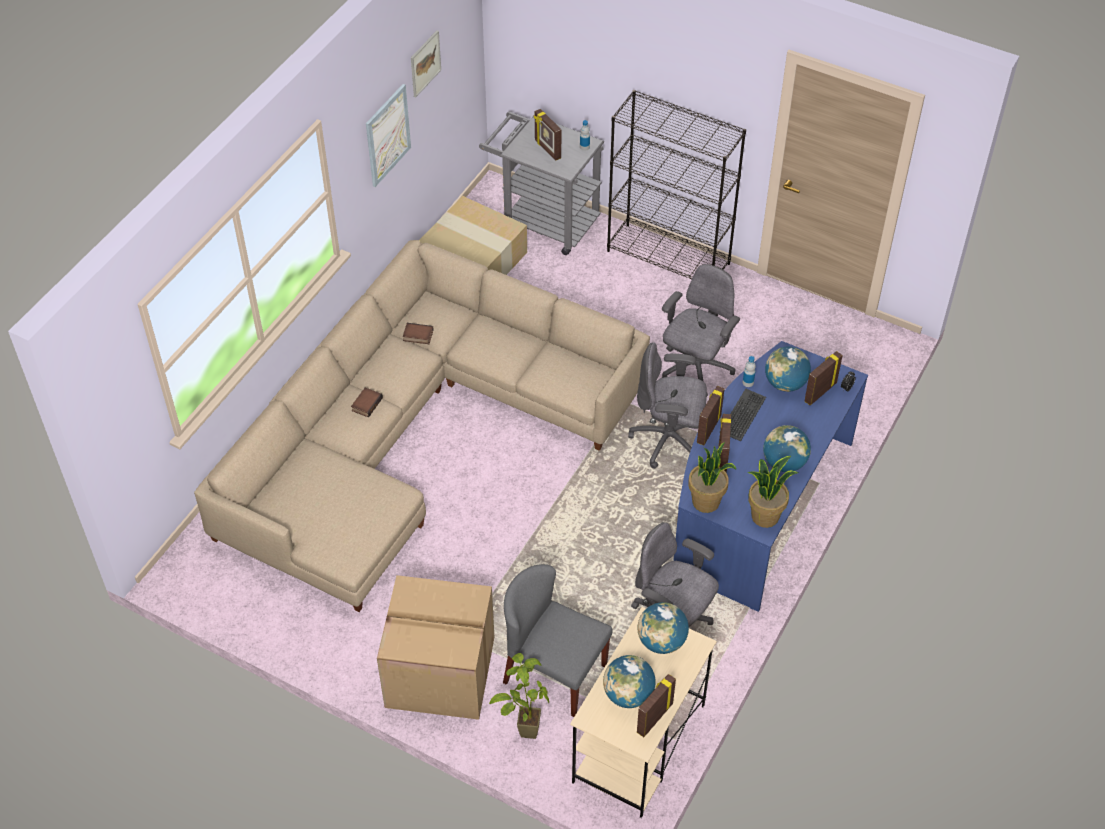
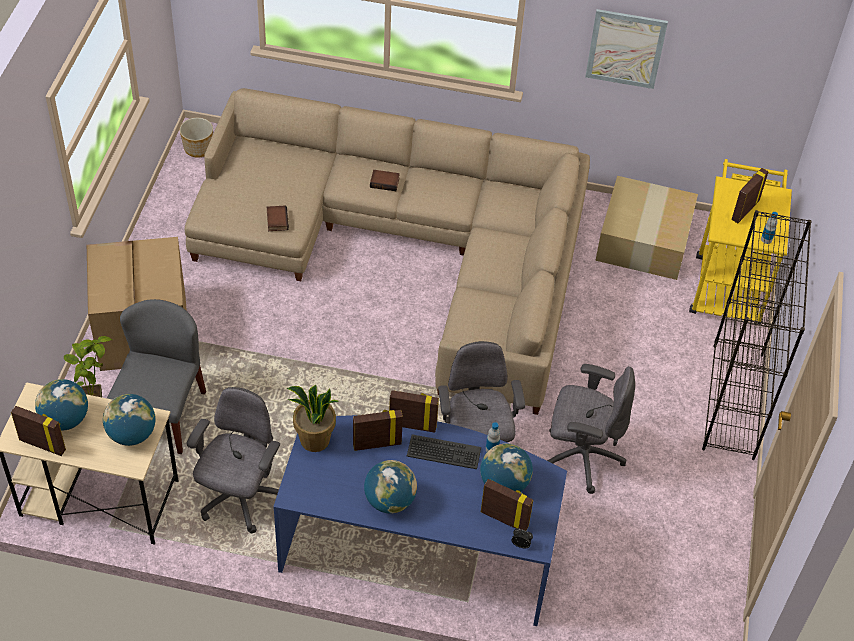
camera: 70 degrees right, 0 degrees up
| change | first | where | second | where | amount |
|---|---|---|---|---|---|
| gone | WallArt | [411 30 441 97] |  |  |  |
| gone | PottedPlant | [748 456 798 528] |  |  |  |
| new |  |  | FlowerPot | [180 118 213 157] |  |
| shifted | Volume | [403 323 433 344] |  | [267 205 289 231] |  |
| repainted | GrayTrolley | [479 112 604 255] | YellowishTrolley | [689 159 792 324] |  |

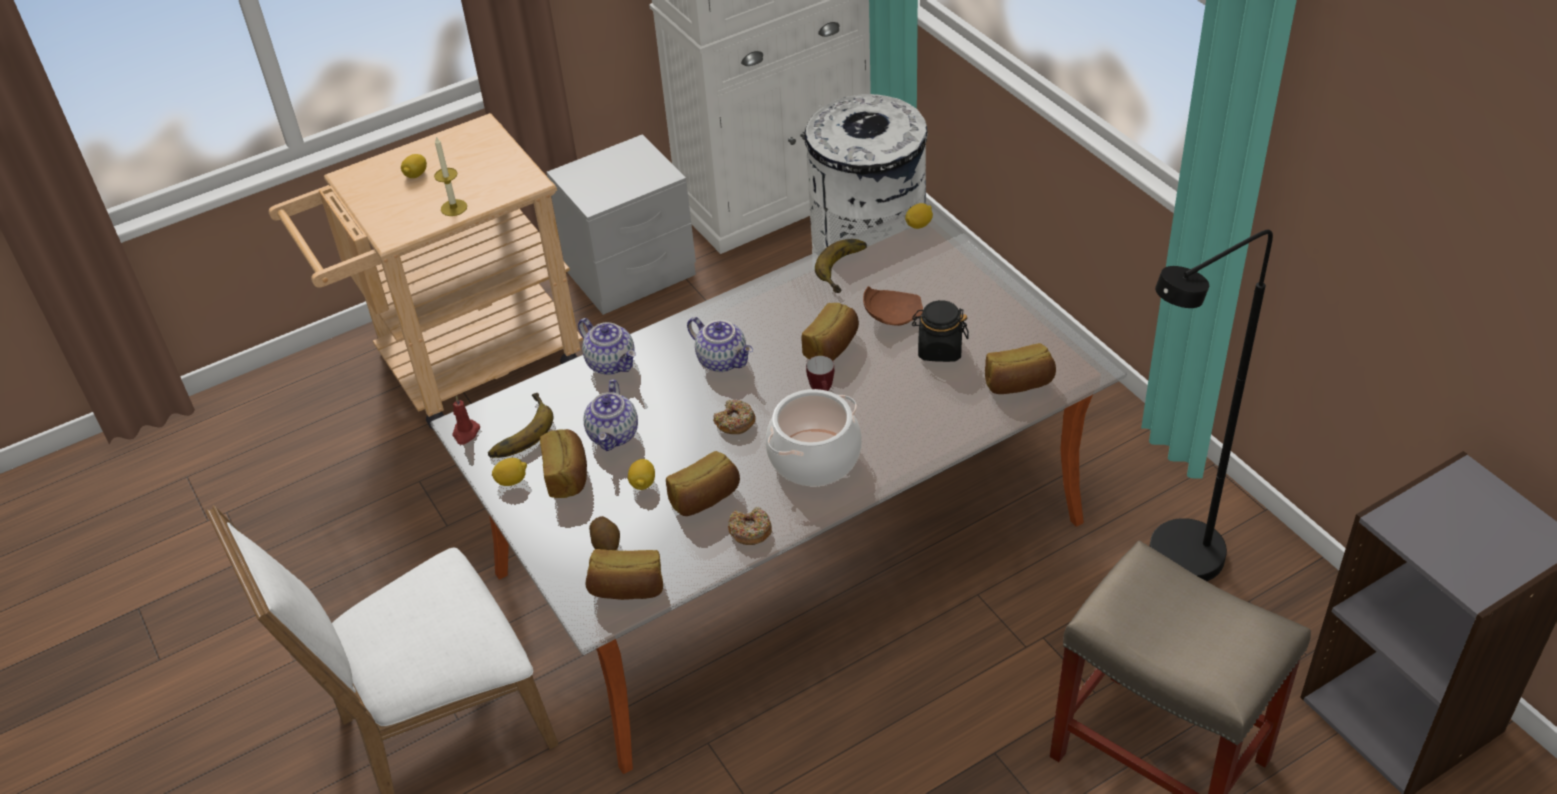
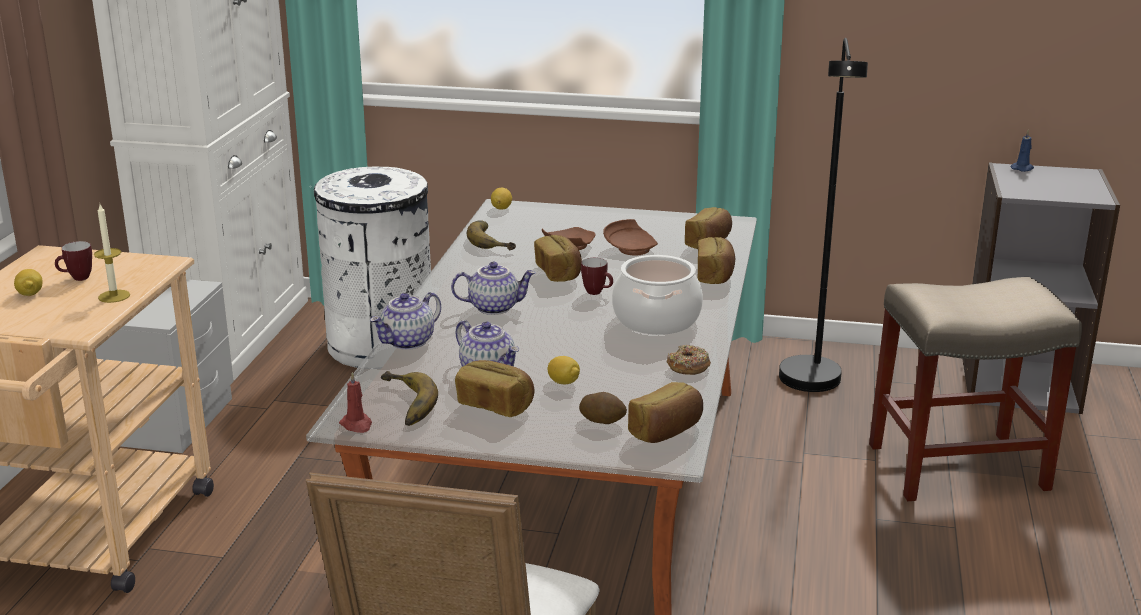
camera: 50 degrees left, 20 degrees down
| change | first | where | second | where | amount |
|---|---|---|---|---|---|
| gone | CitrusFruit | [492 458 527 486] |  |  |  |
| gone | Donut | [713 400 756 434] |  |  |  |
| new |  |  | TeaMug | [55 241 92 281] |  |
| new |  |  | BlueWaxLight | [1011 130 1034 172] |  |
| shifted | Bread | [666 451 740 516] |  | [698 237 735 284] |  |
| swapped | BlackColouredStorageJar | [912 300 969 362] | BrownFlatDish | [603 219 658 255] |  |
| rotated | Teapot | [578 318 636 375] |  | [370 292 441 350] | 135 degrees clockwise |

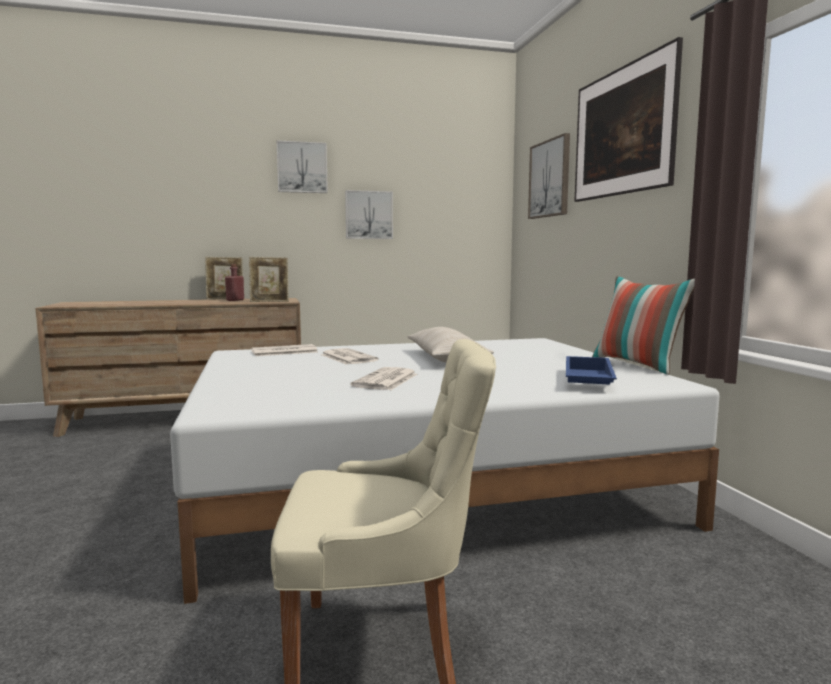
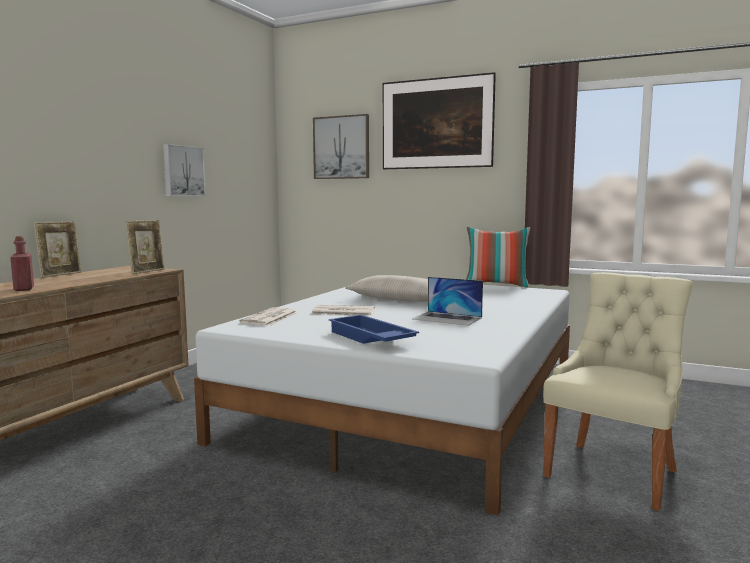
camera: 50 degrees left, 0 degrees up
| change | first | where | second | where | amount |
|---|---|---|---|---|---|
| gone | WallArt | [277 140 328 193] |  |  |  |
| shifted | ReddishDrinkBottle | [225 264 244 301] |  | [10 236 34 291] |  |
| shifted | BlueServingTray | [566 356 617 385] |  | [329 315 419 344] |  |
| swapped | PrintedPaper | [350 367 417 390] | Laptop | [412 277 483 326] |  |

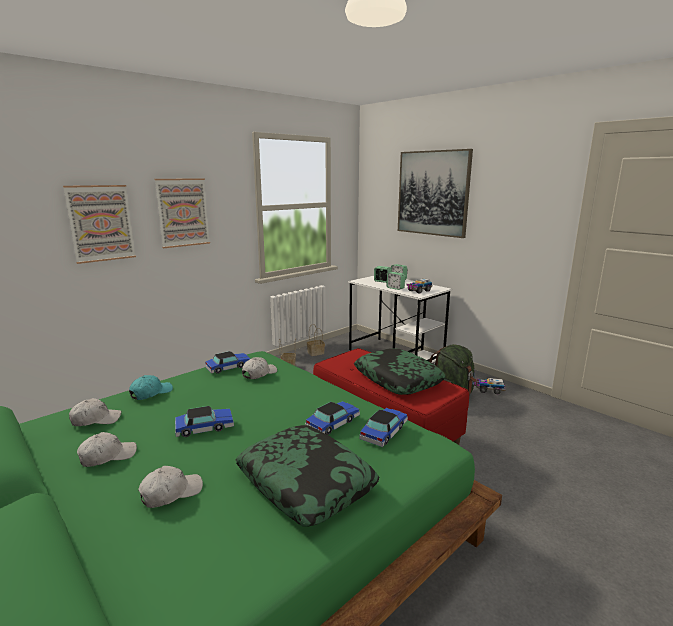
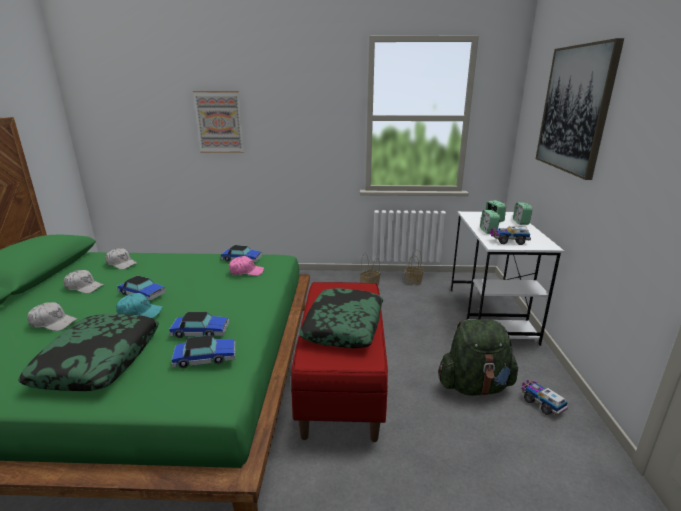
camera: 45 degrees right, 5 degrees up
| change | first | where | second | where | amount |
|---|---|---|---|---|---|
| gone | WallArt | [154 178 210 248] |  |  |  |
| shifted | TurquoiseBaseballCap | [129 375 173 400] |  | [116 293 163 318] |  |
| repainted | WhitishBaseballCap | [242 357 277 379] | PinkishBaseballCap | [229 256 264 276] |  |

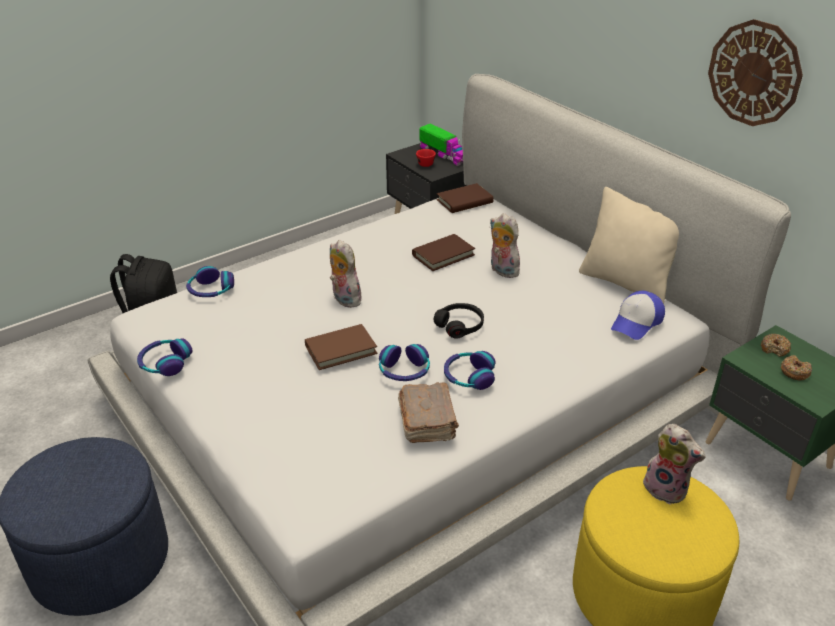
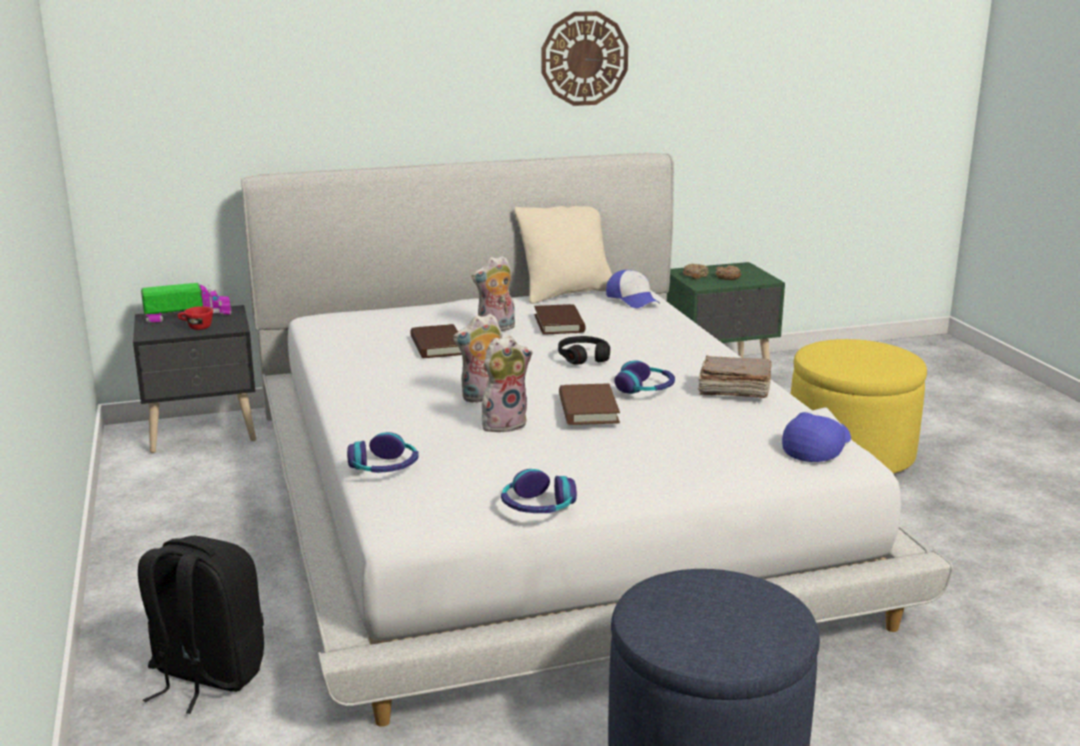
camera: 70 degrees left, 15 degrees down
| change | first | where | second | where | amount |
|---|---|---|---|---|---|
| gone | Headset | [444 351 496 390] |  |  |  |
| new |  |  | BaseballCap | [782 407 851 462] |  |
| shifted | BrownVolume | [437 183 494 213] |  | [534 304 586 335] |  |
| shifted | PlushToy | [641 424 706 505] |  | [482 336 533 432] |  |

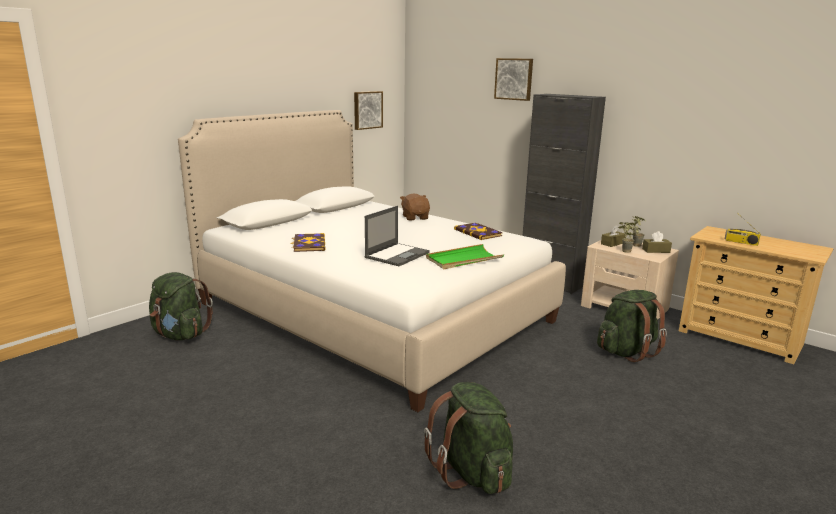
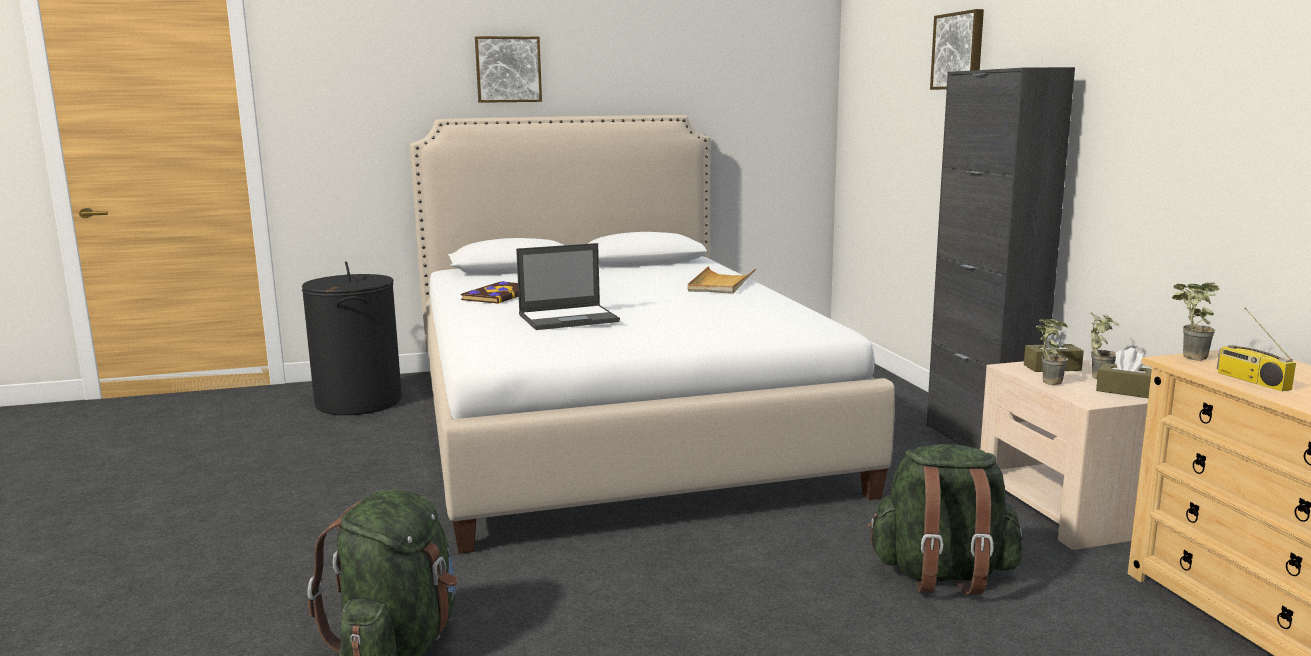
camera: 35 degrees right, 5 degrees down
| change | first | where | second | where | amount |
|---|---|---|---|---|---|
| gone | GreenColouredServingTray | [426 244 504 269] |  |  |  |
| gone | Volume | [454 223 502 240] |  |  |  |
| new |  |  | PottedPlant | [1172 282 1219 360] |  |
| shifted | WallArt | [354 91 383 130] |  | [475 36 542 103] |  |
| swapped | GreenColouredRucksack | [149 272 213 340] | BlackColouredHamper | [302 261 402 415] |  |
| swapped | BrownPlushToy | [400 193 430 220] | BeigeServingTray | [688 266 757 294] |  |

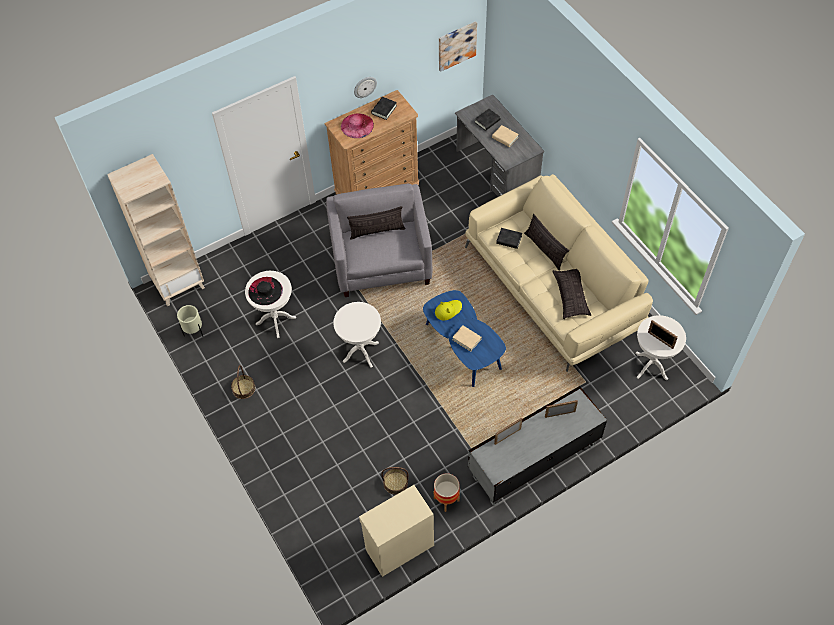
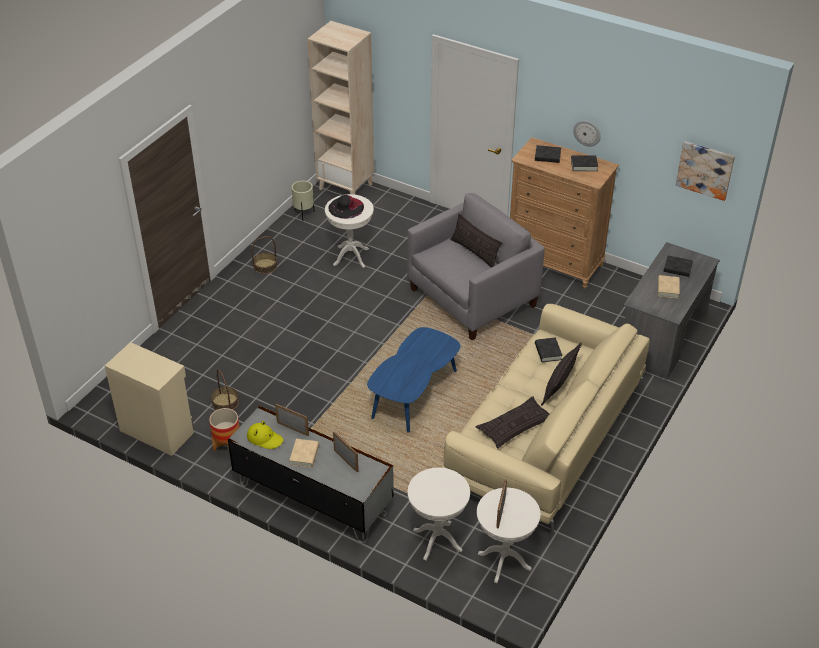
camera: 60 degrees right, 15 degrees down
| change | first | where | second | where | amount |
|---|---|---|---|---|---|
| shifted | WhitishSideTable | [333 302 381 368] |  | [408 468 470 561] |  |
| shifted | YellowishClothingHat | [435 300 462 321] |  | [247 421 283 449] |  |
| shifted | BeigeVolume | [452 326 482 352] |  | [289 439 319 468] |  |
| swapped | PinkishClothingHat | [341 114 374 138] | BlackColouredVolume | [535 145 561 163] |  |

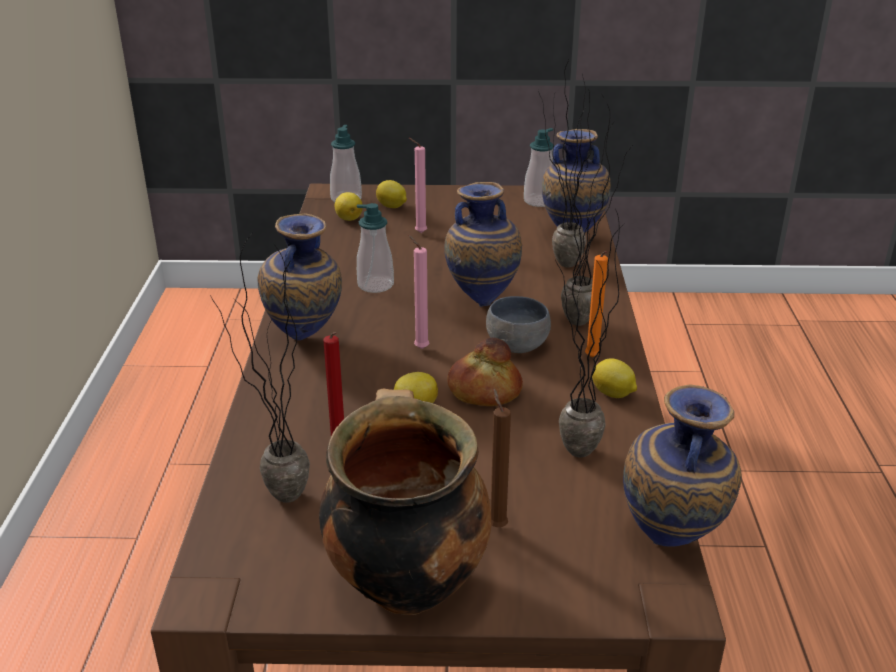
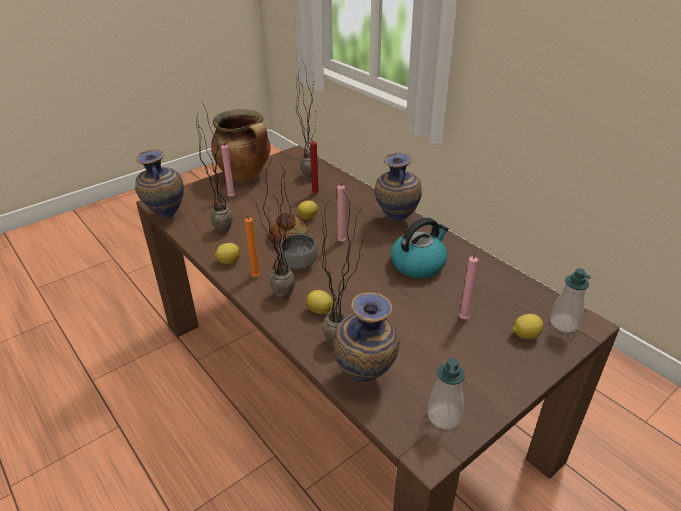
camera: 140 degrees right, 5 degrees up
| change | first | where | second | where | amount |
|---|---|---|---|---|---|
| gone | Vase | [444 182 522 307] |  |  |  |
| shifted | CitrusFruit | [335 192 363 221] |  | [306 290 333 314] |  |
| swapped | SoapDispenser | [357 203 394 293] | WaterKettle | [391 217 449 278] |  |
| repainted | BrownWaxLight | [491 389 511 527] | PinkishWaxLight | [221 141 235 197] |  |

